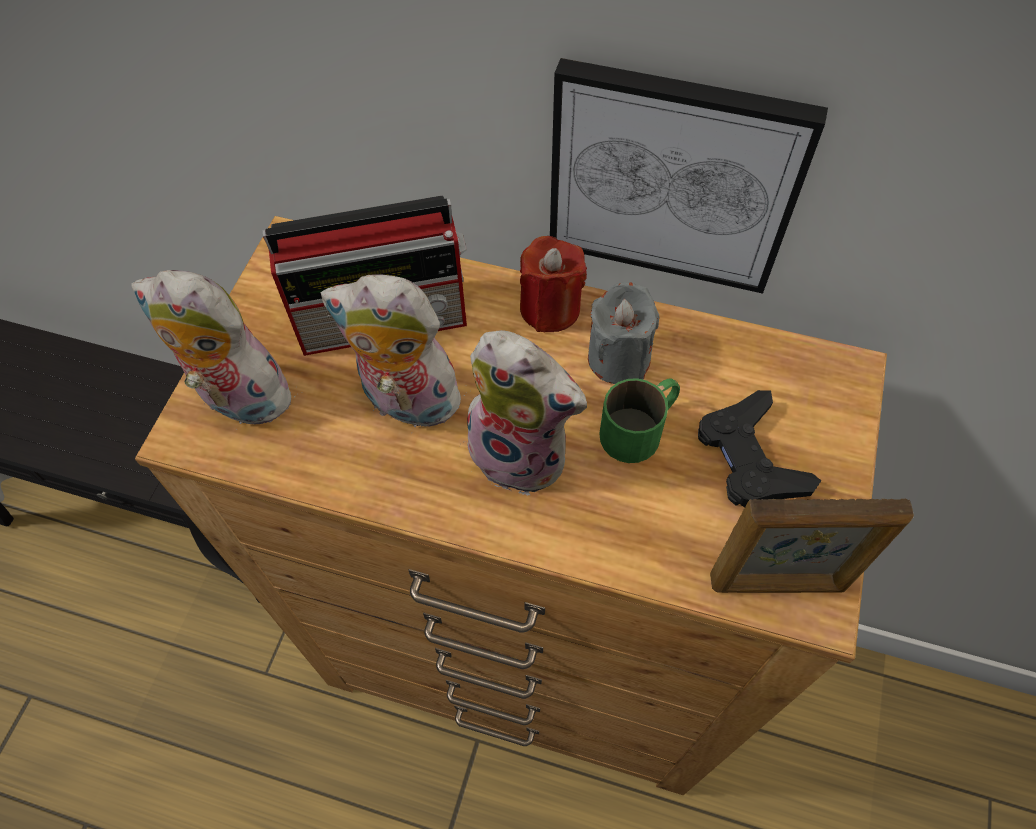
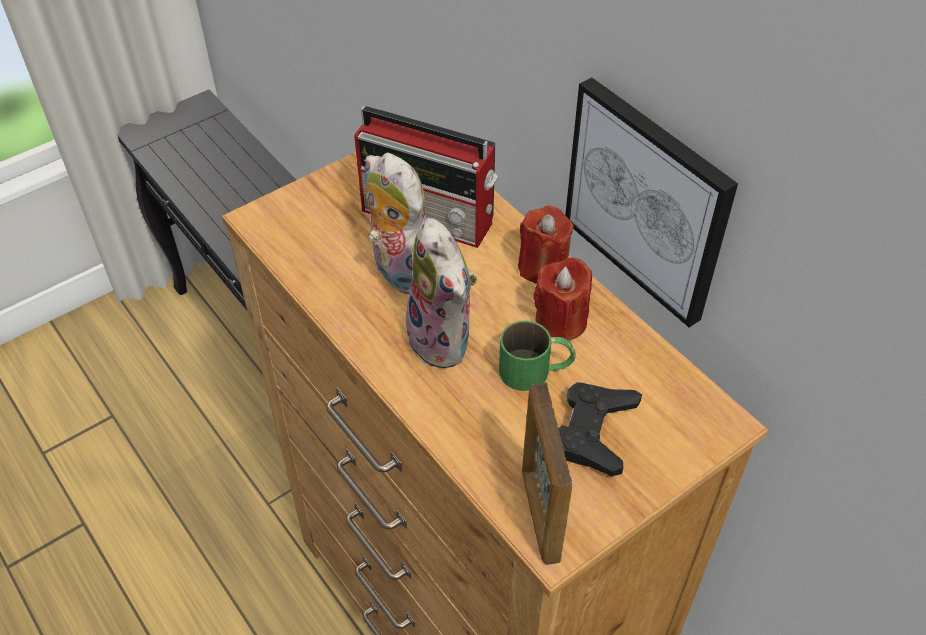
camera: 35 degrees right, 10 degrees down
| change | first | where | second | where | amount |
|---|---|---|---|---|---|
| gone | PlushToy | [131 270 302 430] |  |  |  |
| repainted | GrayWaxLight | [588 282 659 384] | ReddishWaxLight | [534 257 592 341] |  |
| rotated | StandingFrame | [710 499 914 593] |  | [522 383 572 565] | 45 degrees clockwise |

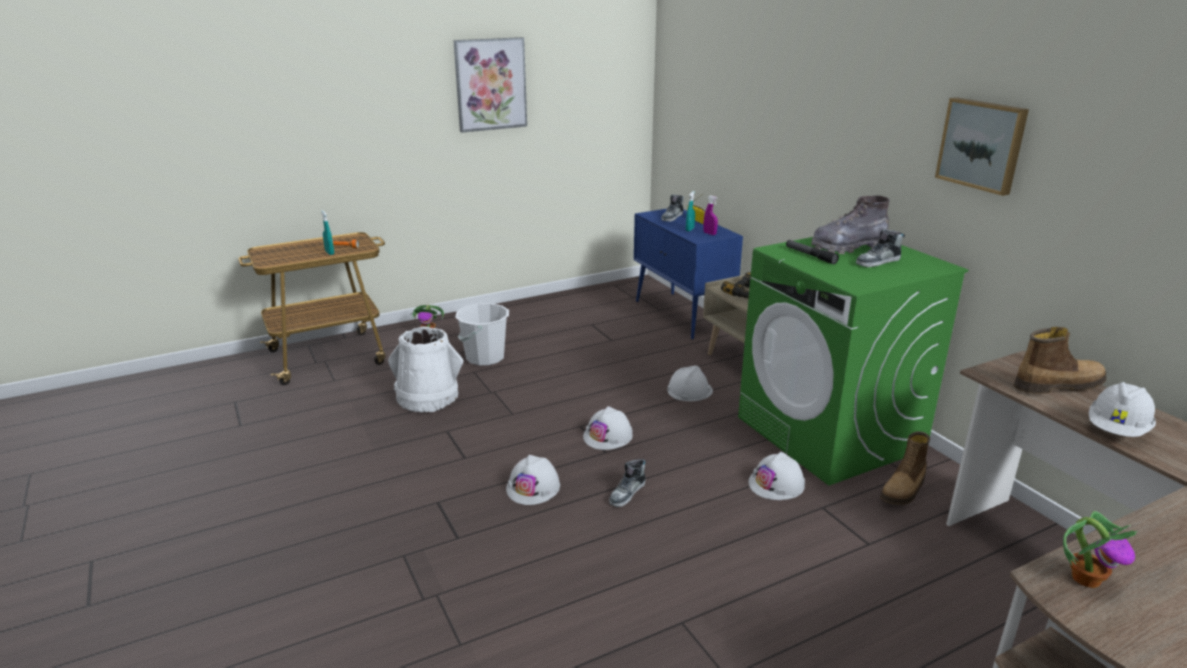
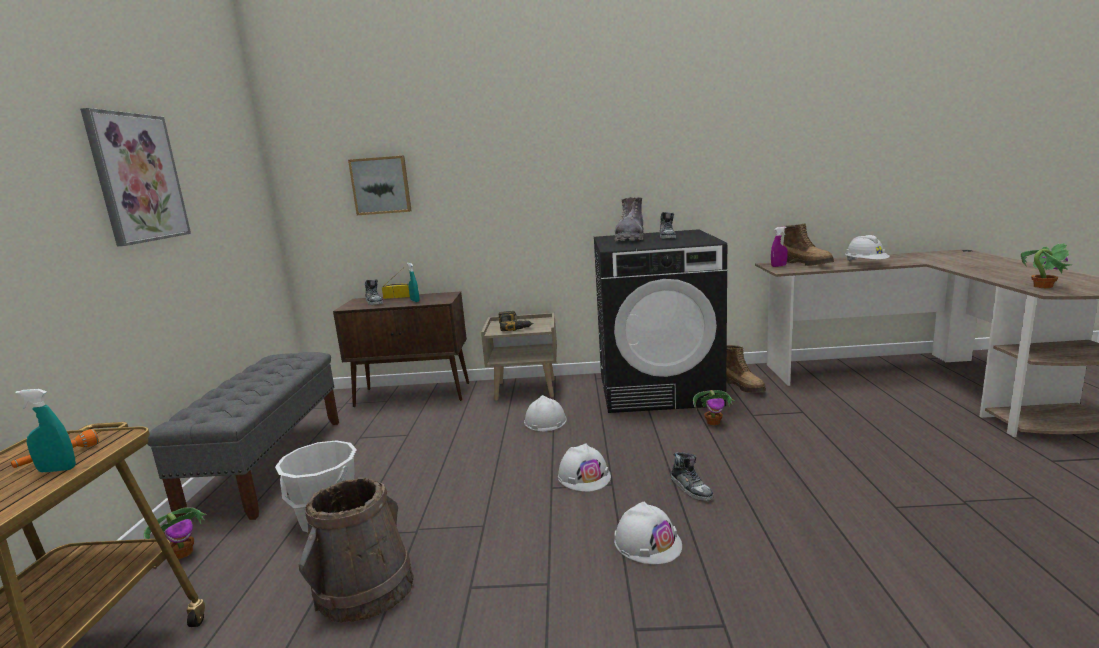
camera: 60 degrees left, 10 degrees down
| change | first | where | second | where | amount |
|---|---|---|---|---|---|
| gone | HandTorch | [786 240 839 264] |  |  |  |
| new |  |  | GrayIndoorBench | [147 352 339 520] |  |
| shifted | PurpleHandSprayer | [703 195 718 235] |  | [771 227 788 267] |  |
| shifted | WallArt | [935 97 1029 196] |  | [348 156 412 215] |  |
| swapped | WhitishWorkHelmet | [749 452 805 500] | PottedPlant | [693 390 735 425] |  |
| repainted | WhitishBucket | [388 326 464 412] | BrownBucket | [299 477 414 623] |  |
| repainted | BlueCupboard | [634 209 743 340] | BrownCupboard | [333 291 469 407] |  |
| repainted | GreenColouredLaundryAppliance | [738 237 968 486] | BlackColouredLaundryAppliance | [594 229 727 413] |  |
| rotated | Boot | [1014 327 1106 394] |  | [783 223 834 266] | 135 degrees clockwise |

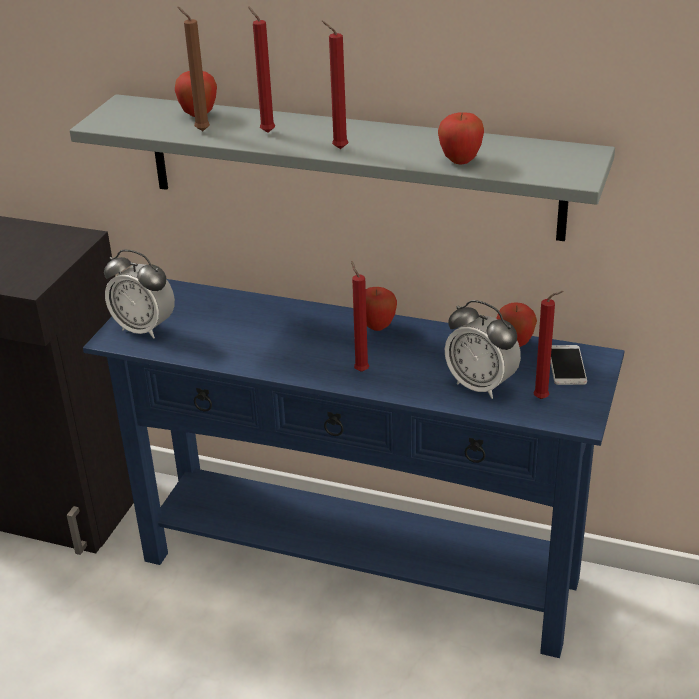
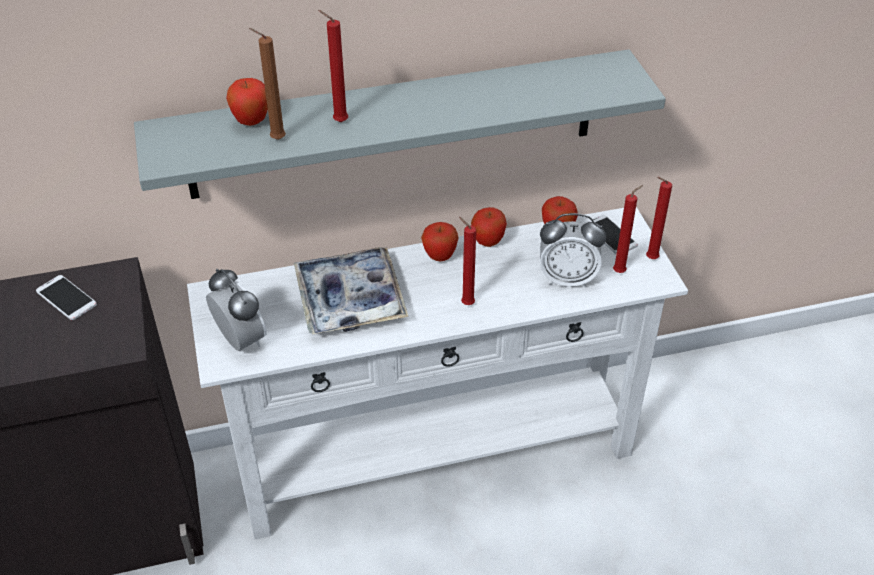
camera: 35 degrees left, 10 degrees up
| change | first | where | second | where | amount |
|---|---|---|---|---|---|
| new |  |  | Handset | [36 275 97 320] |  |
| new |  |  | ServingTray | [294 247 409 335] |  |
| shifted | ReddishWaxLight | [322 21 348 149] |  | [646 177 672 259] |  |
| shifted | Apple | [438 112 484 164] |  | [471 207 507 247] |  |
| repainted | BlueHallTable | [83 279 624 658] | WhitishHallTable | [187 207 688 539] |  |
| rotated | BedsideClock | [104 250 175 339] |  | [206 269 267 351] | 120 degrees counterclockwise |

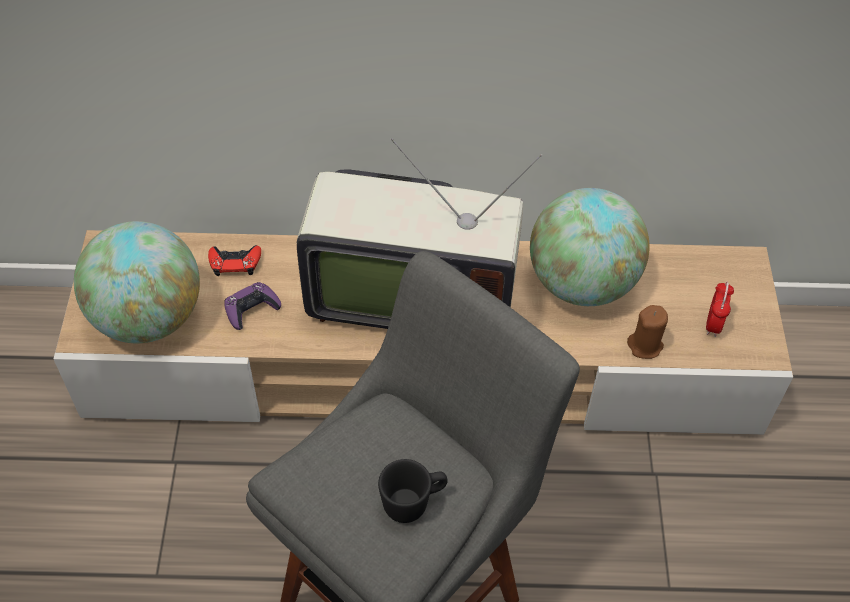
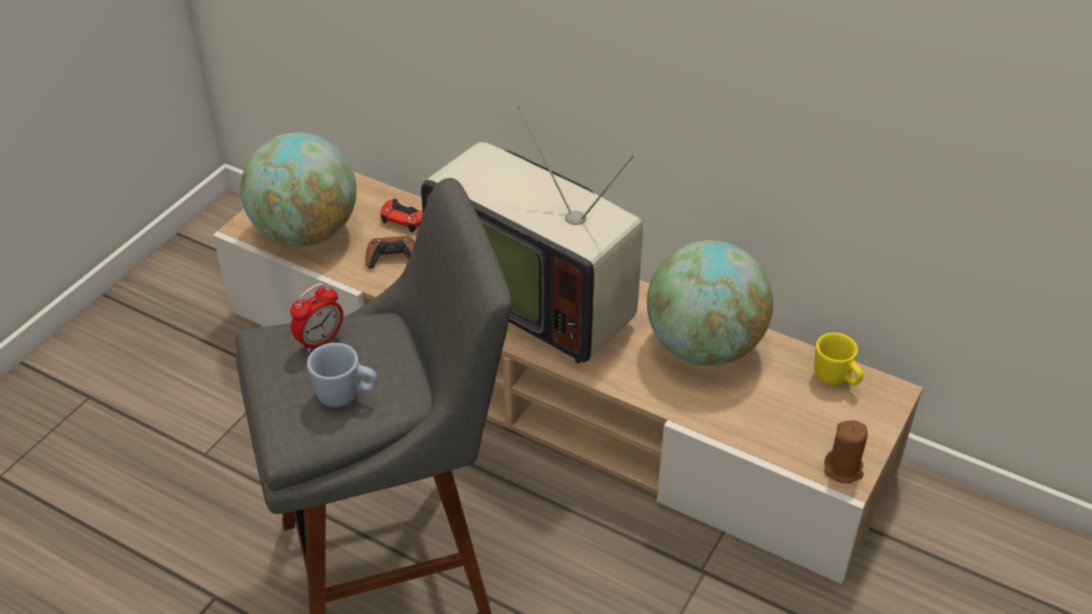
camera: 30 degrees right, 10 degrees down
| change | first | where | second | where | amount |
|---|---|---|---|---|---|
| new |  |  | YellowishTeaMug | [814 333 863 385] |  |
| shifted | BrownWaxLight | [627 305 668 359] |  | [824 420 868 483] |  |
| shifted | BedsideClock | [706 281 734 337] |  | [290 283 343 352] |  |
| repainted | PurpleGamepad | [224 282 281 330] | BrownGamepad | [366 236 415 269] |  |
| repainted | BlackColouredTeaMug | [378 459 448 523] | BlueTeaMug | [307 343 378 407] |  |

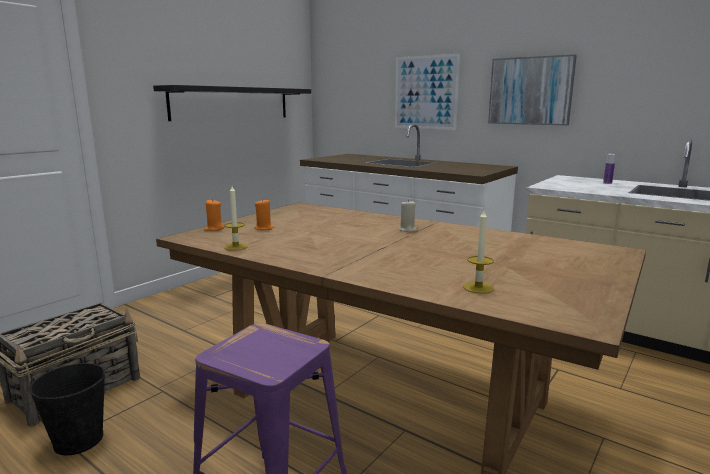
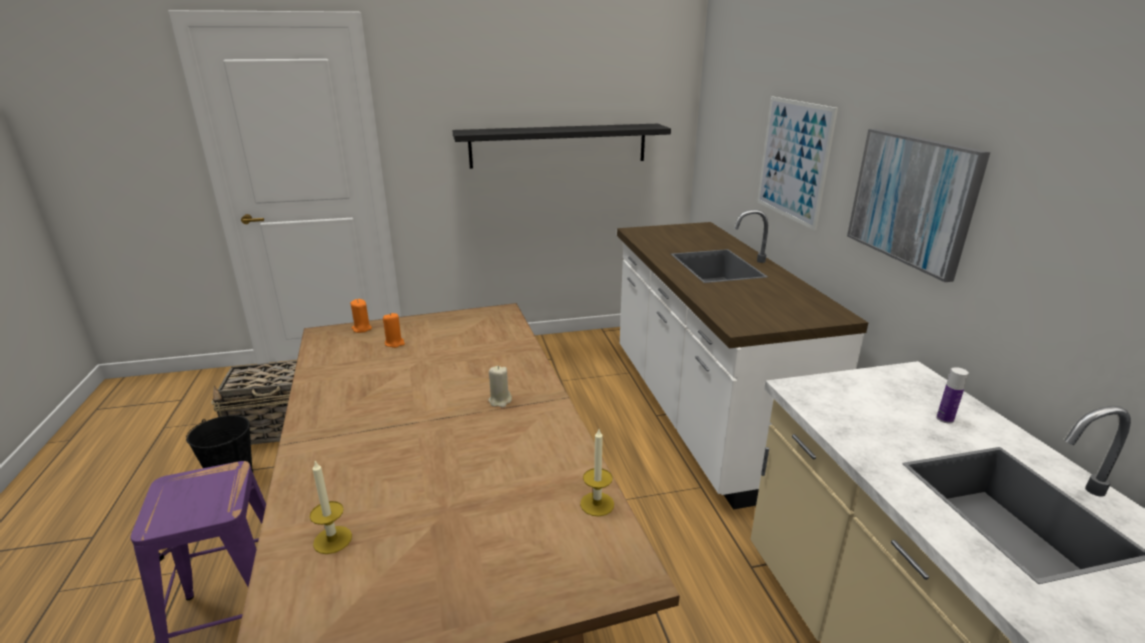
camera: 40 degrees right, 10 degrees up
| change | first | where | second | where | amount |
|---|---|---|---|---|---|
| shifted | WaxLight | [224 186 248 251] |  | [580 429 614 516] |  |

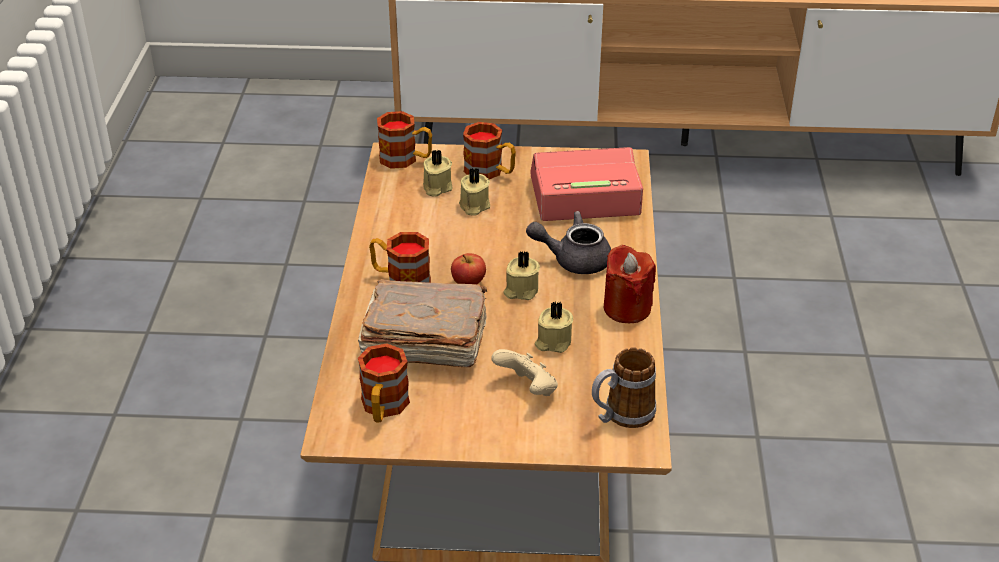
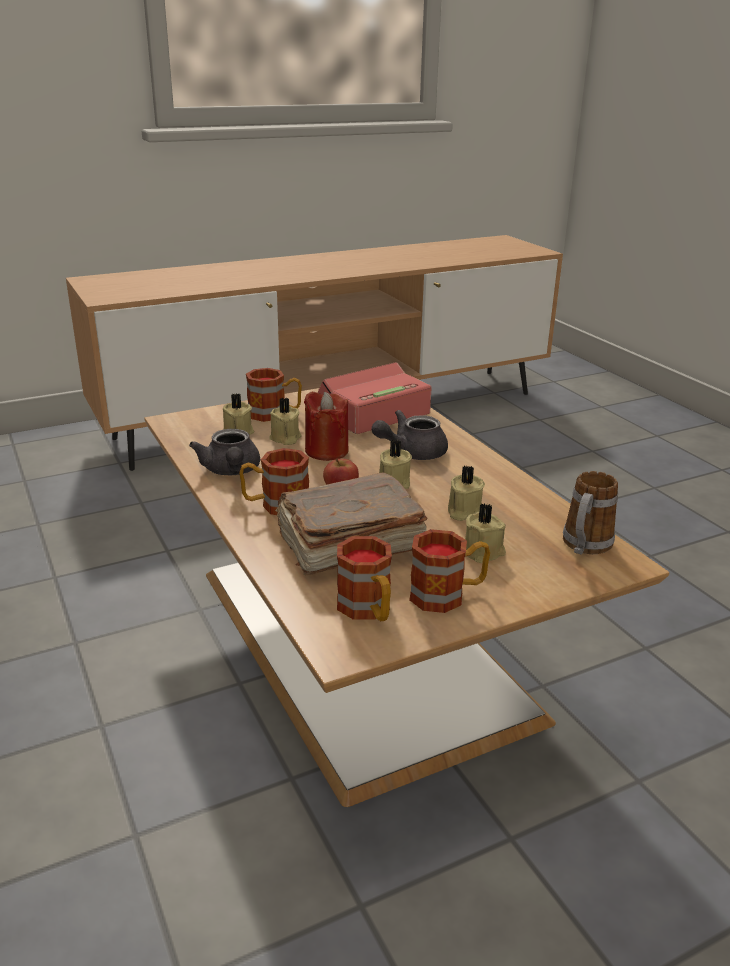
camera: 30 degrees left, 10 degrees down
| change | first | where | second | where | amount |
|---|---|---|---|---|---|
| new |  |  | GrayTeapot | [189 429 260 475] |  |
| shifted | TeaMug | [377 111 432 169] |  | [409 529 490 613] |  |
| shifted | ReddishWaxLight | [604 244 656 323] |  | [304 392 348 461] |  |
| swapped | BeigeGamepad | [491 349 558 396] | BeigeWaxLight | [465 503 506 563] |  |

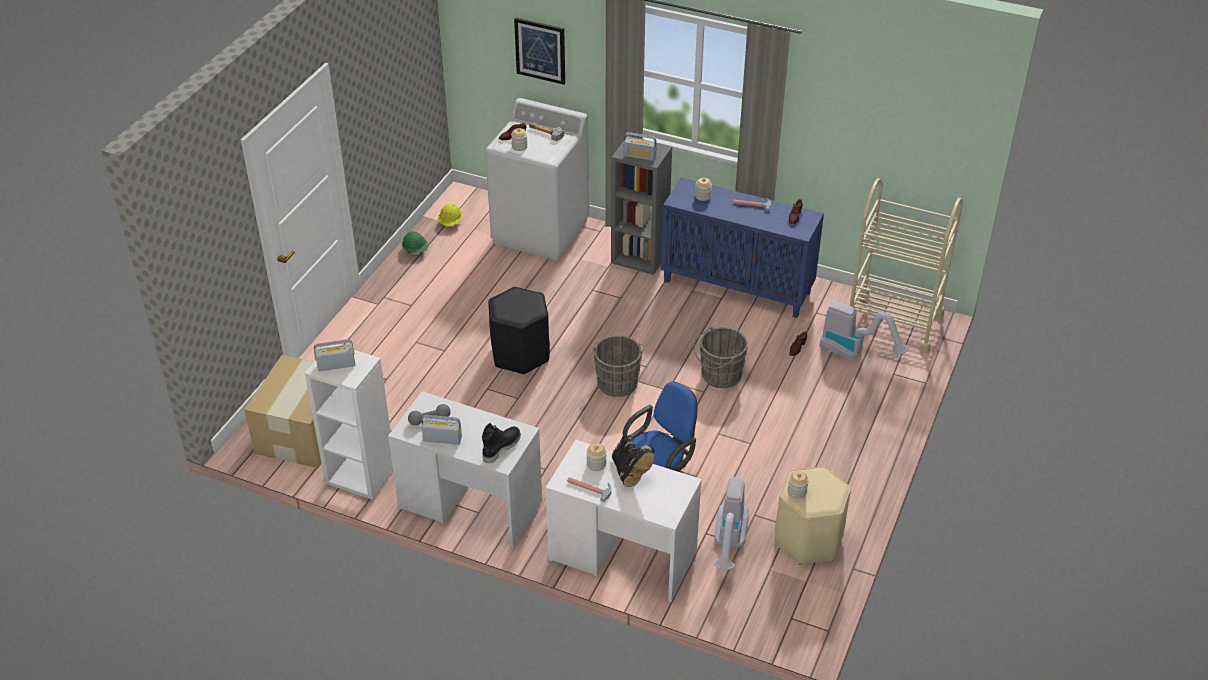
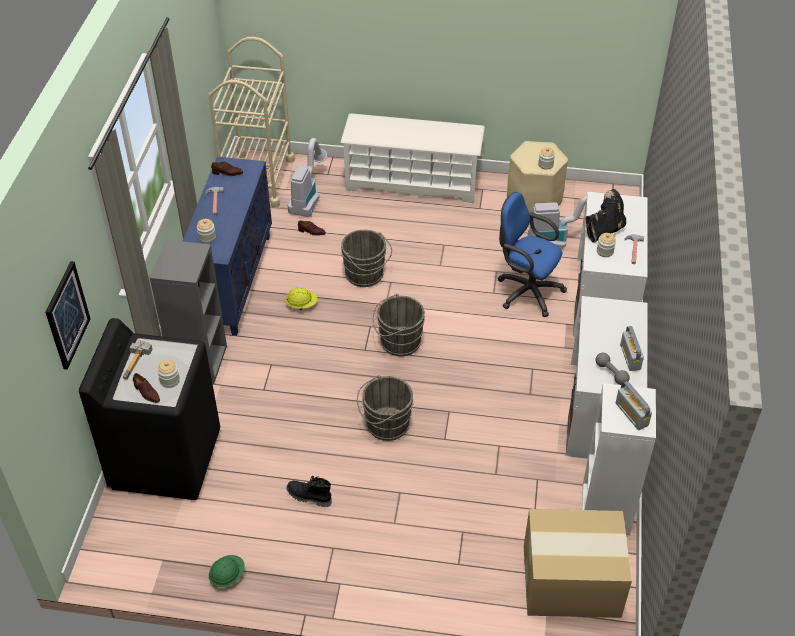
camera: 105 degrees left, 5 degrees up
| change | first | where | second | where | amount |
|---|---|---|---|---|---|
| gone | RadioReceiver | [624 132 657 161] |  |  |  |
| new |  |  | WhitishShoeShelf | [340 113 485 203] |  |
| shifted | YellowishWorkHelmet | [438 204 462 226] |  | [285 287 318 310] |  |
| shifted | BlackColouredBoot | [482 423 521 463] |  | [287 476 332 507] |  |
| swapped | BlackColouredStool | [488 287 550 375] | GrayBucket | [357 375 413 441] |  |
| repainted | WhitishLaundryAppliance | [485 98 590 260] | BlackColouredLaundryAppliance | [79 318 220 500] |  |

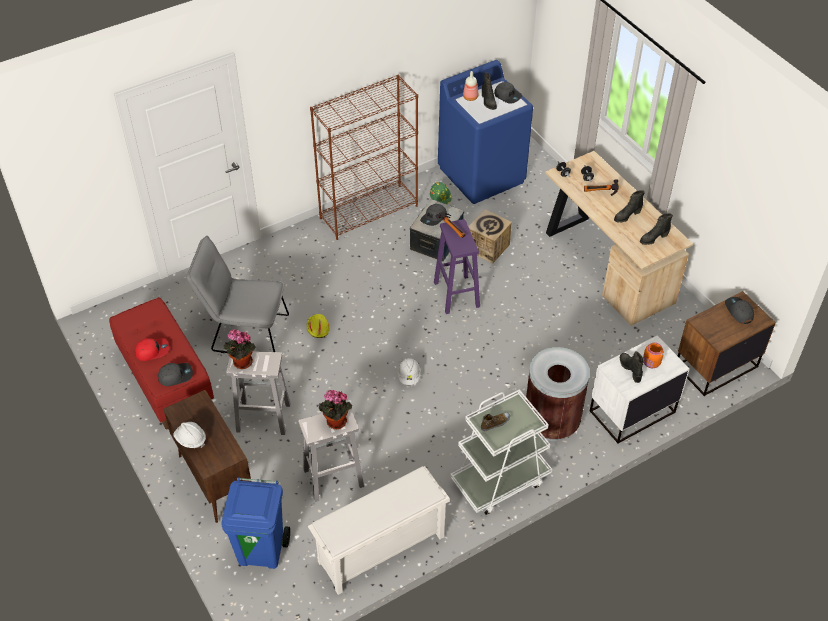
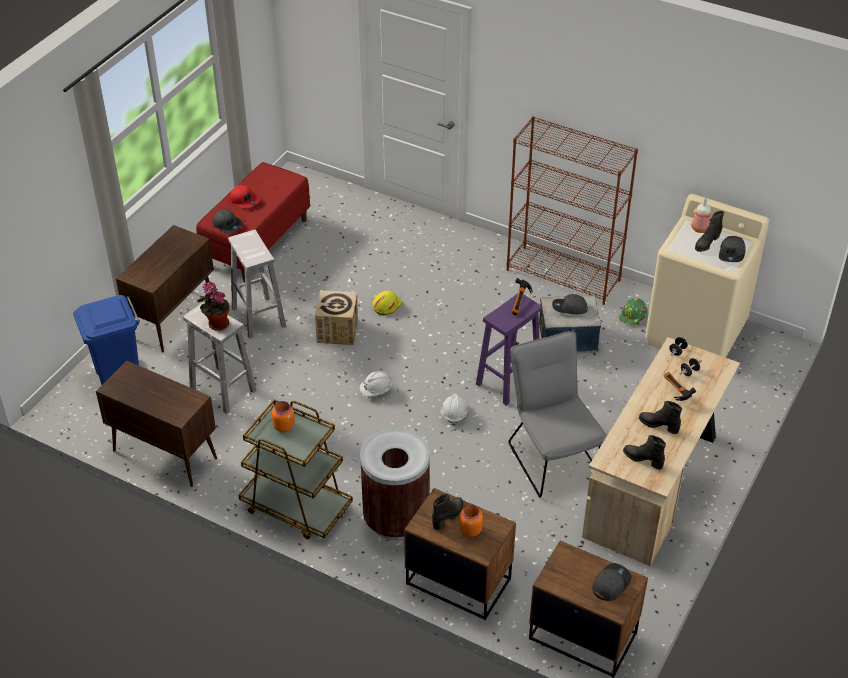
camera: 60 degrees right, 5 degrees down
| change | first | where | second | where | amount |
|---|---|---|---|---|---|
| gone | PottedPlant | [224 329 256 369] |  |  |  |
| shifted | WhitishWorkHelmet | [173 422 206 448] |  | [441 394 468 426] |  |
| shifted | GrayPlainChair | [186 236 289 353] |  | [509 331 607 497] |  |
| shifted | CardboardBox | [468 209 512 263] |  | [315 290 358 345] |  |
| swapped | WhitishShoeShelf | [308 466 450 595] | BrownCupboard | [96 360 217 487] |  |
| swapped | LowShoe | [481 412 510 431] | OrangeyStorageJar | [272 401 295 432] |  |
| repainted | BlueLaundryAppliance | [438 60 533 204] | BeigeLaundryAppliance | [645 194 770 358] |  |
| repainted | WhitishTrolley | [450 389 552 515] | BrownTrolley | [239 399 353 539] |  |
| repainted | WhitishNightTable | [590 335 690 444] | BrownNightTable | [404 488 516 620] |  |

